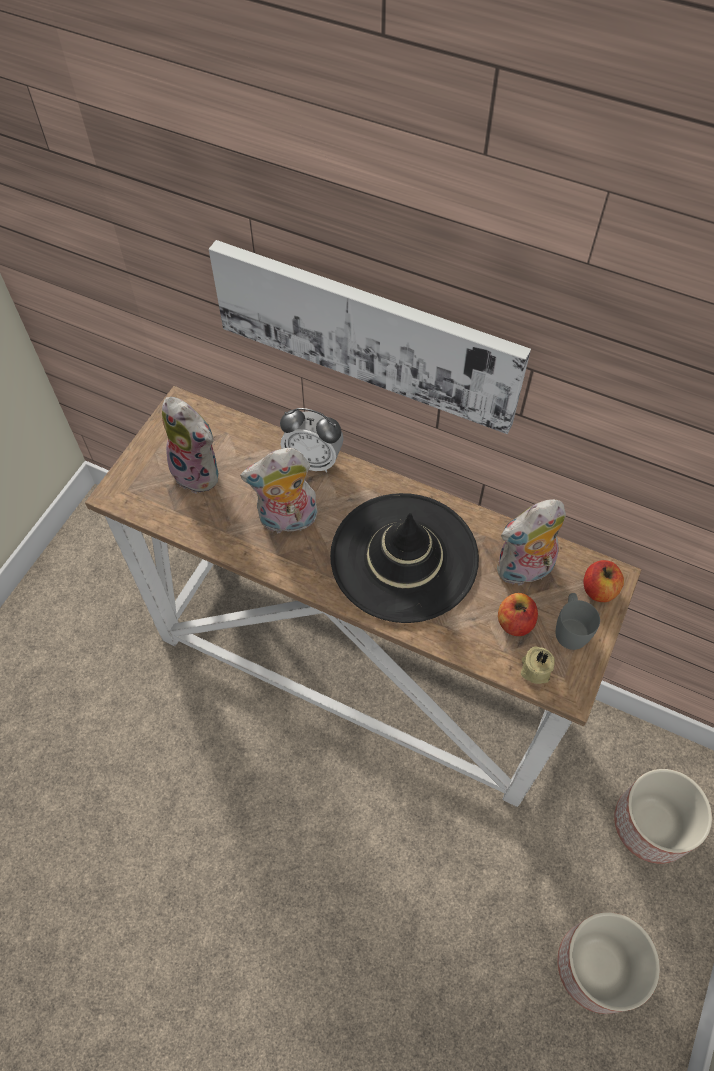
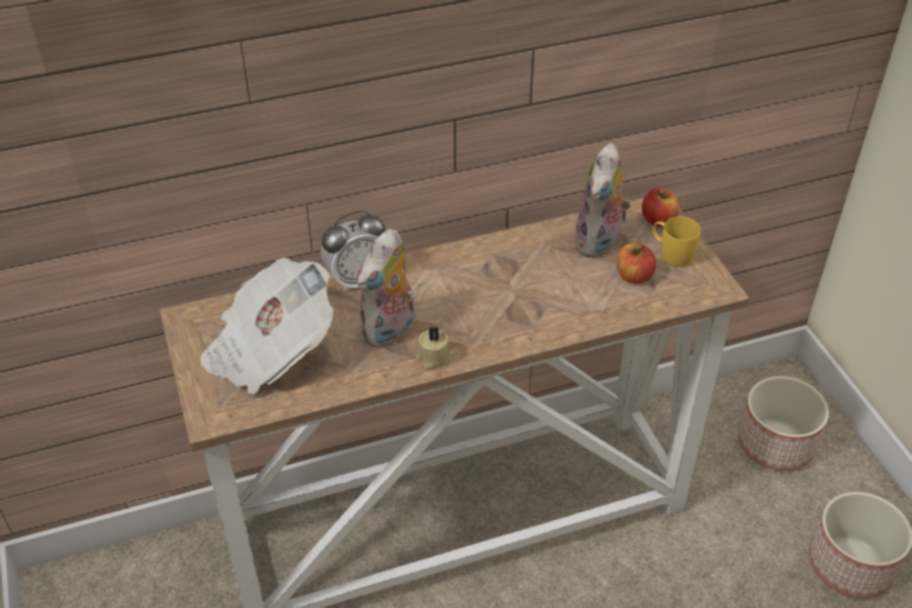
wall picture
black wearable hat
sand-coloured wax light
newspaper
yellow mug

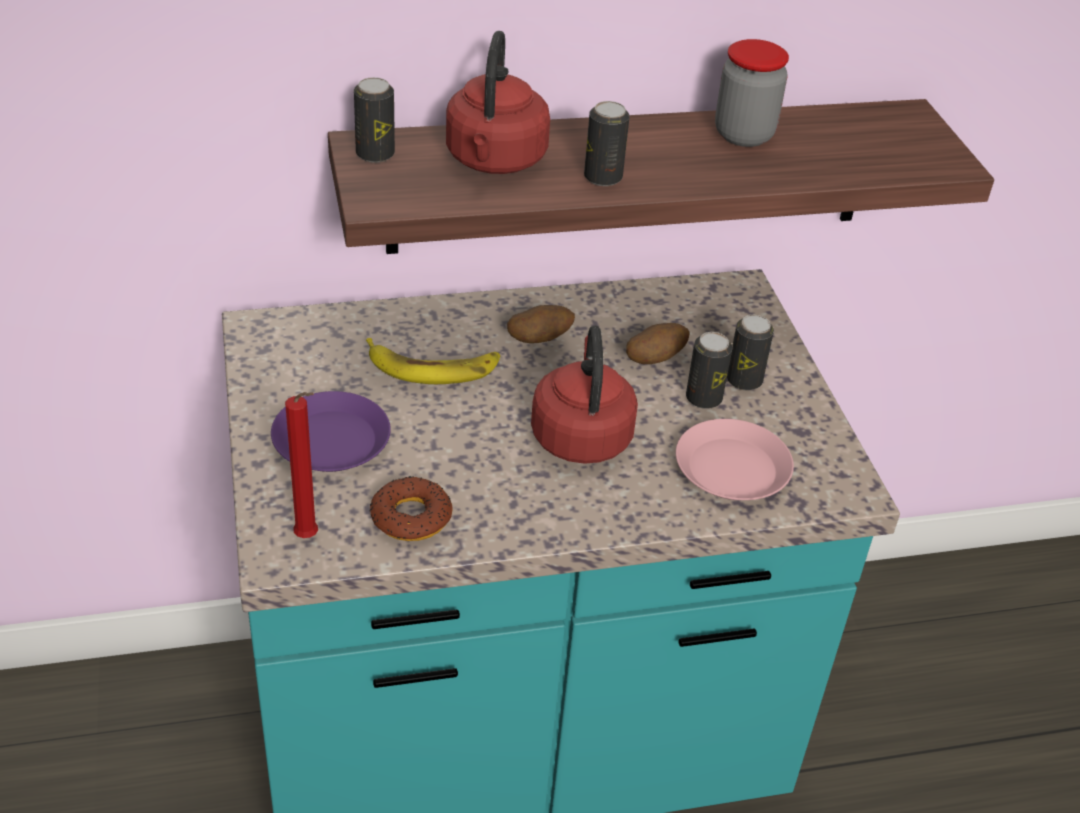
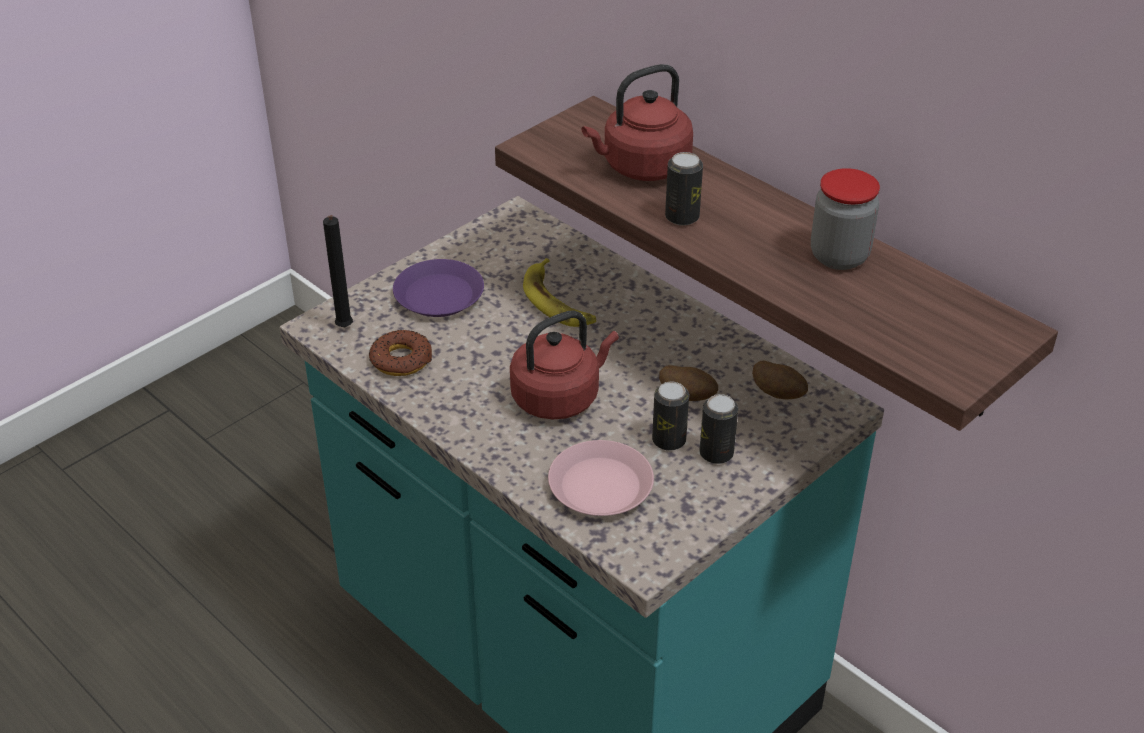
metal can (1st from left in the first image)
whole potato (2nd from left)
black wax light

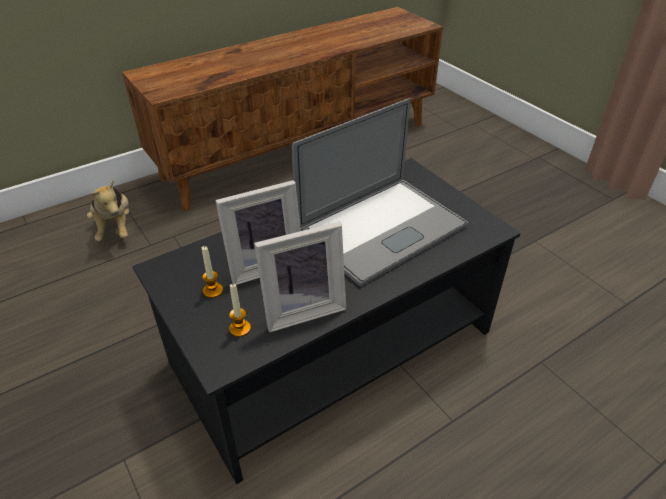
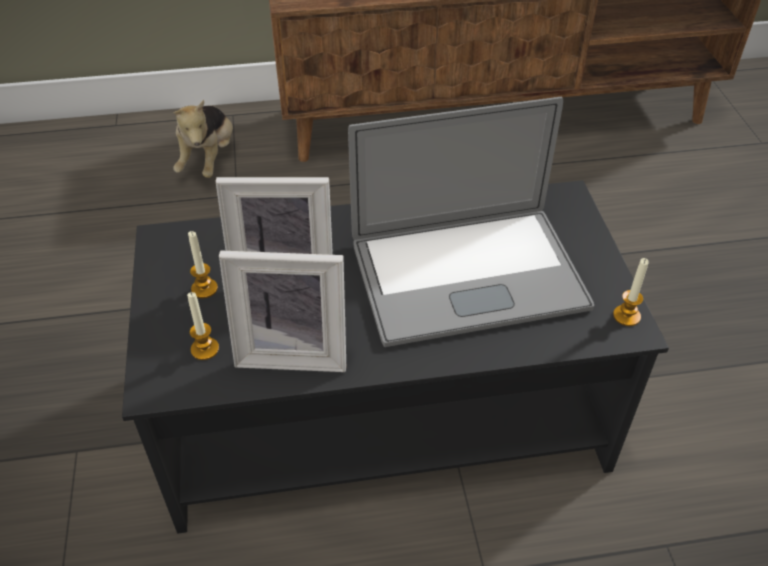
wax light (3rd from left)

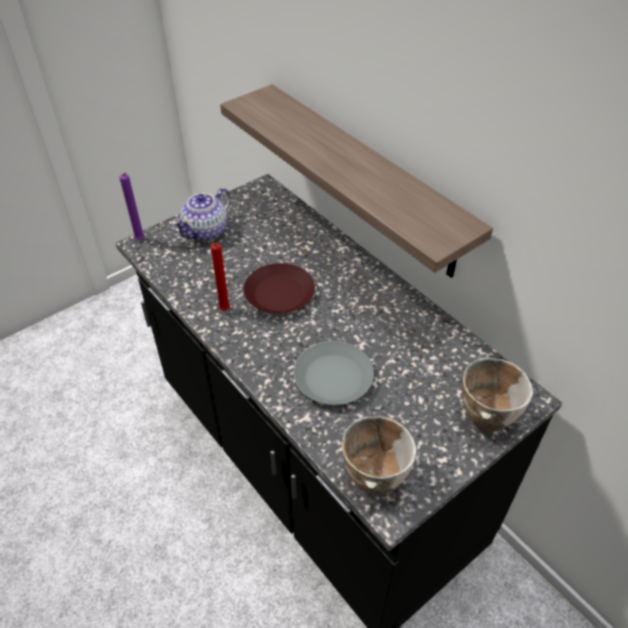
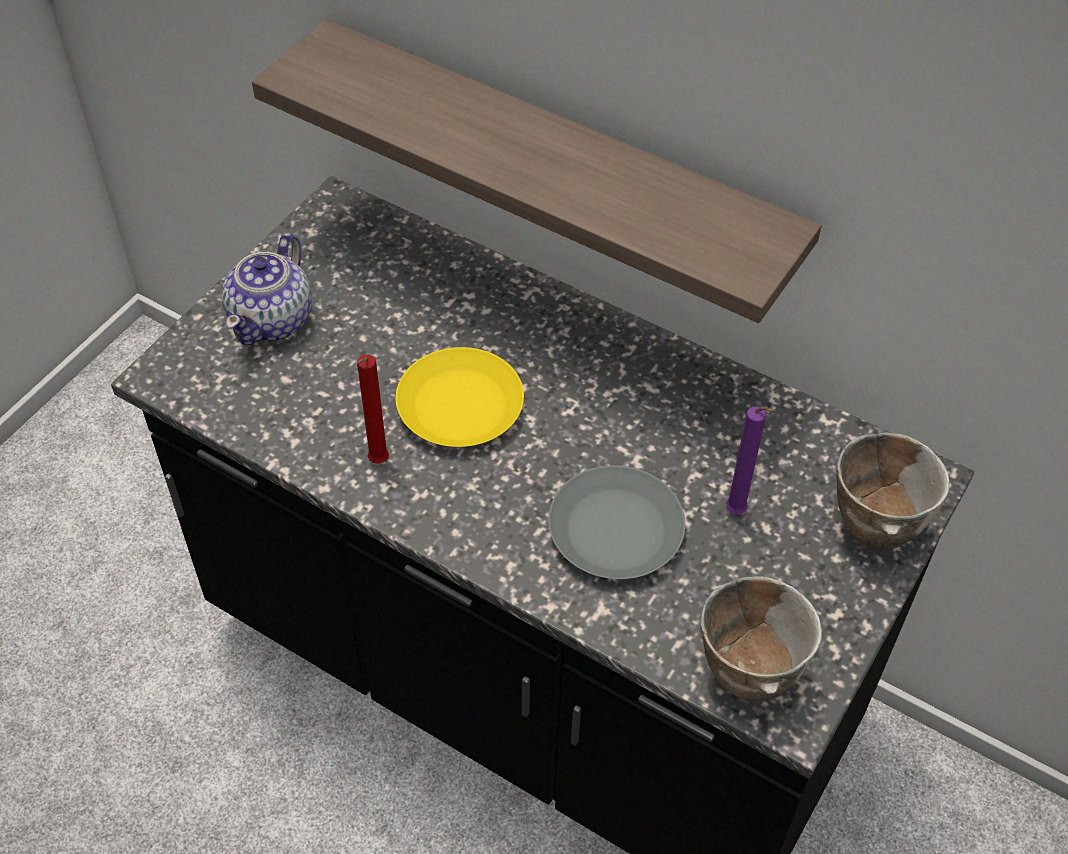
purple wax light
yellow plate

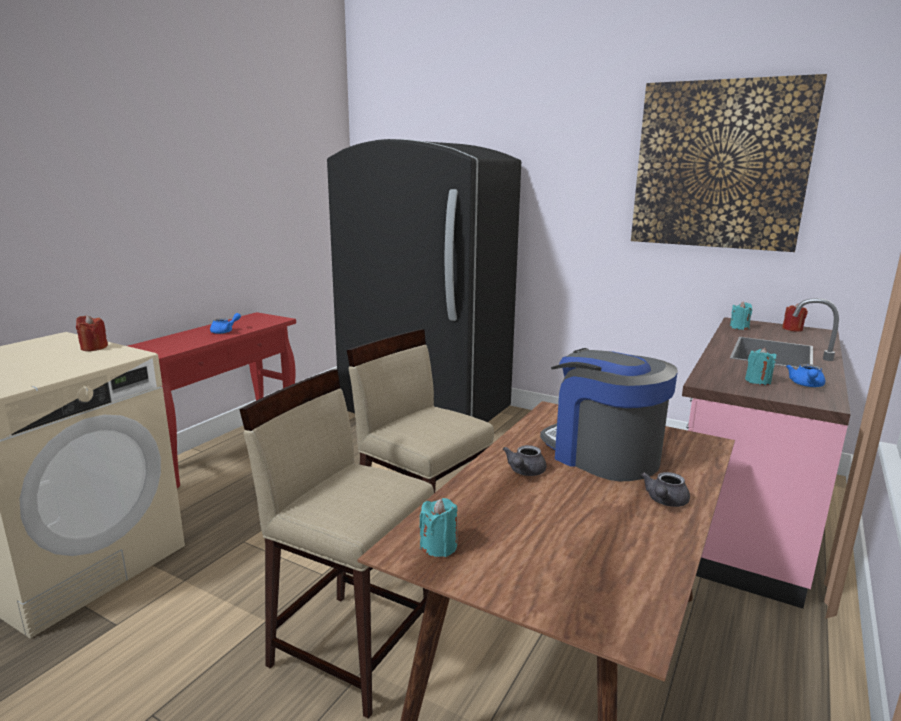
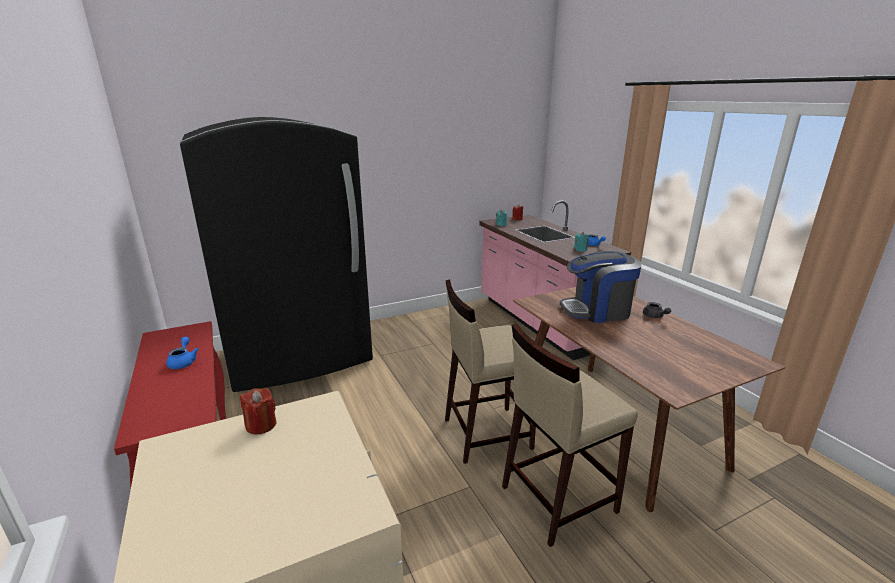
blue-green wax light (1st from left in the first image)
grey pot for tea (1st from left in the first image)
wall picture

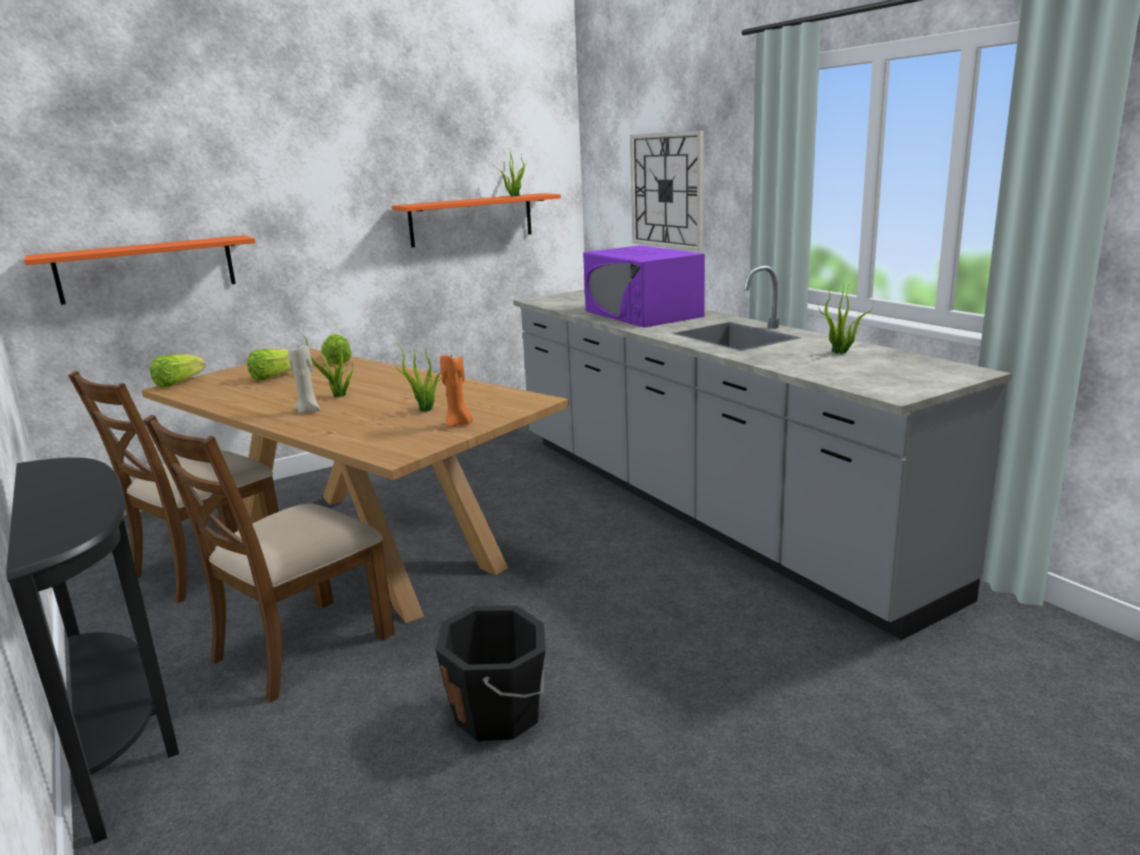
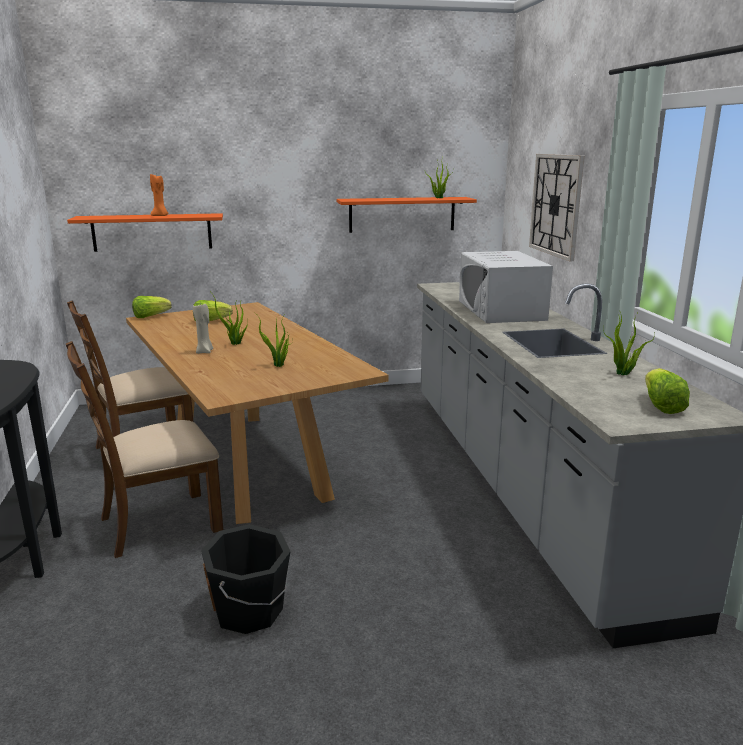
lettuce (3rd from left)
orange-coloured wax light
whitish microwave

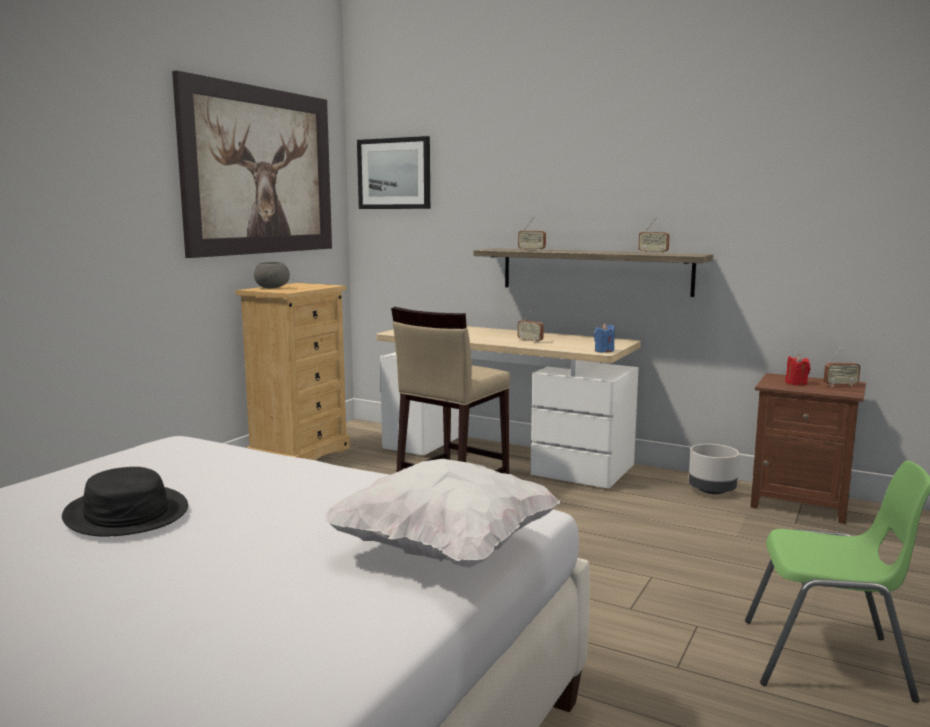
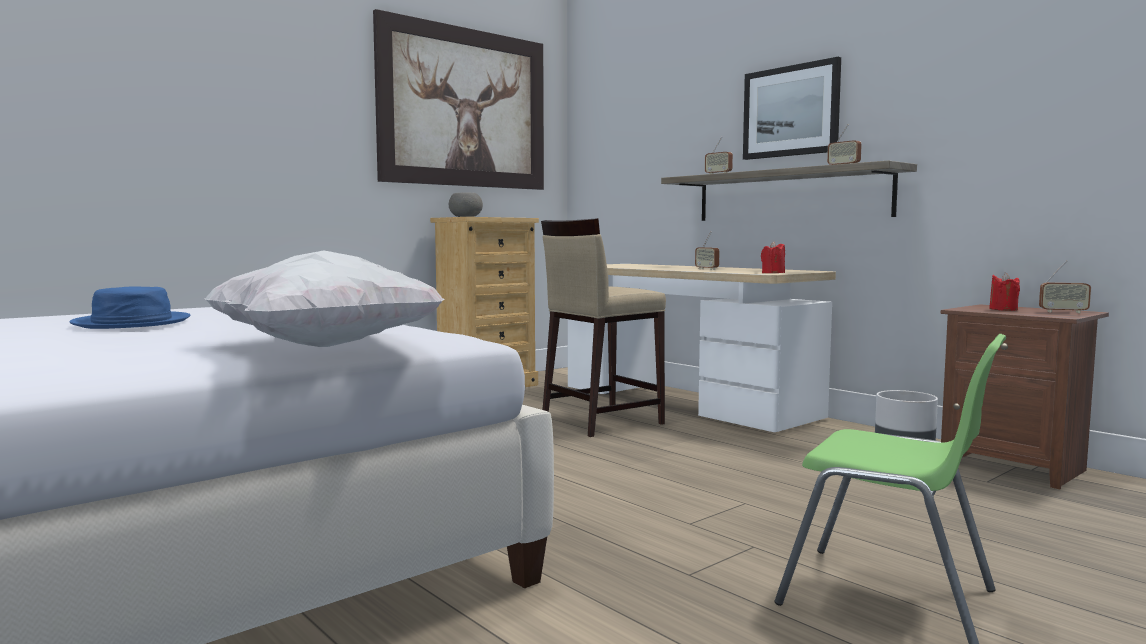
wall picture (2nd from left)
blue-coloured wearable hat
red-coloured wax light (1st from left)

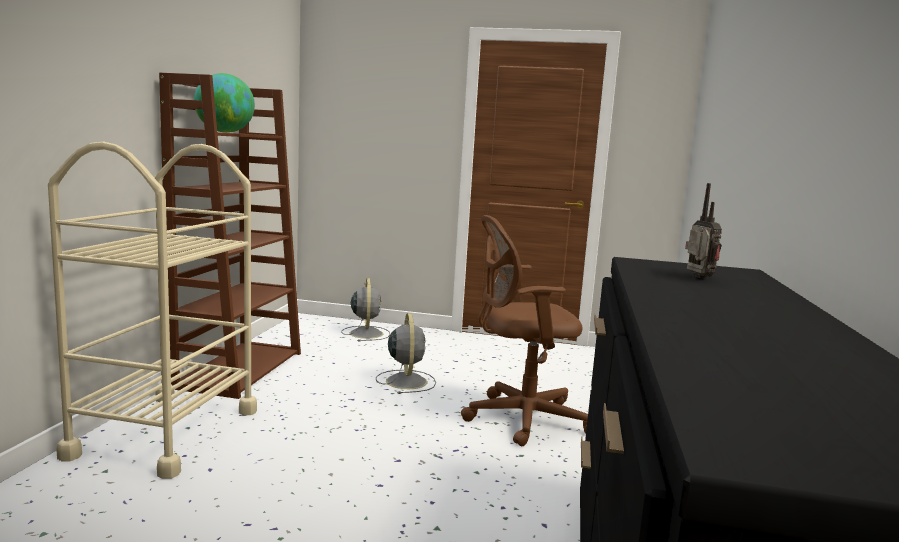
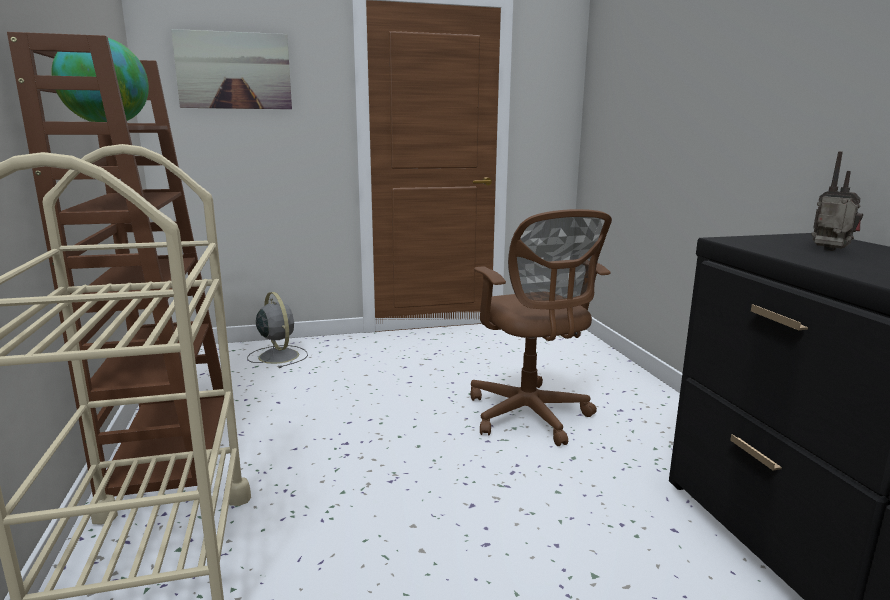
grey cooling fan (2nd from left in the first image)
wall picture
brownish desk chair

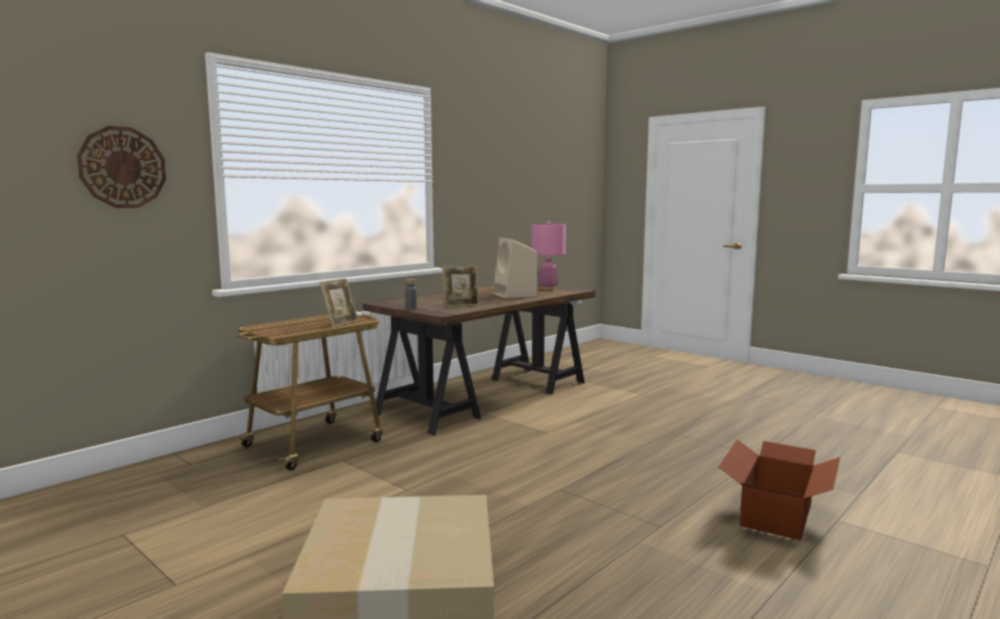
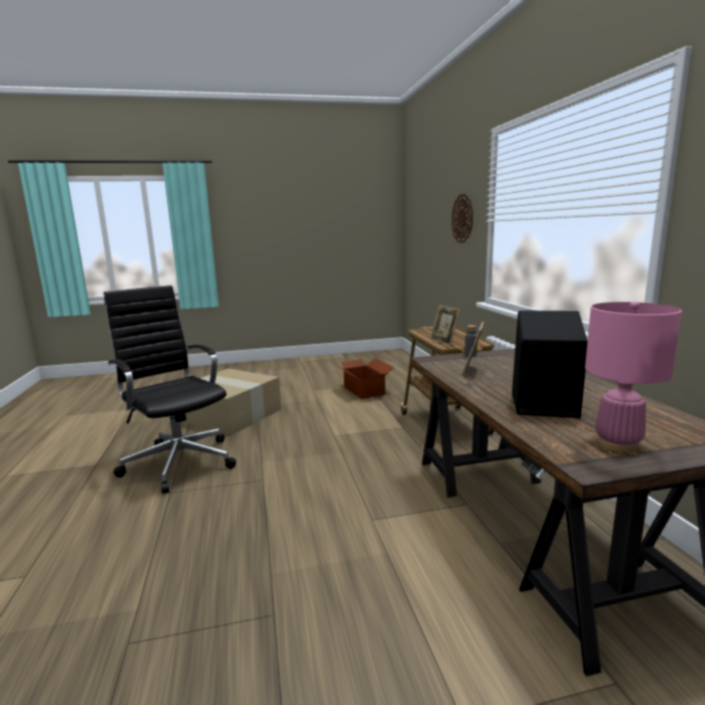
black desk chair
cardboard box (2nd from left)
black loudspeaker

